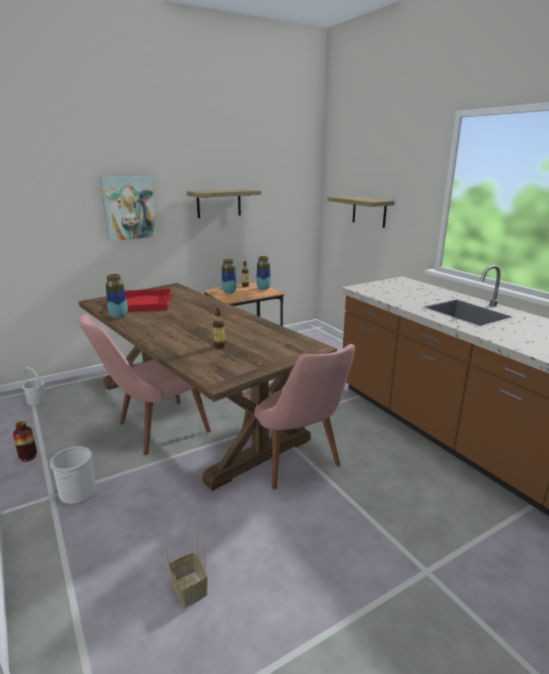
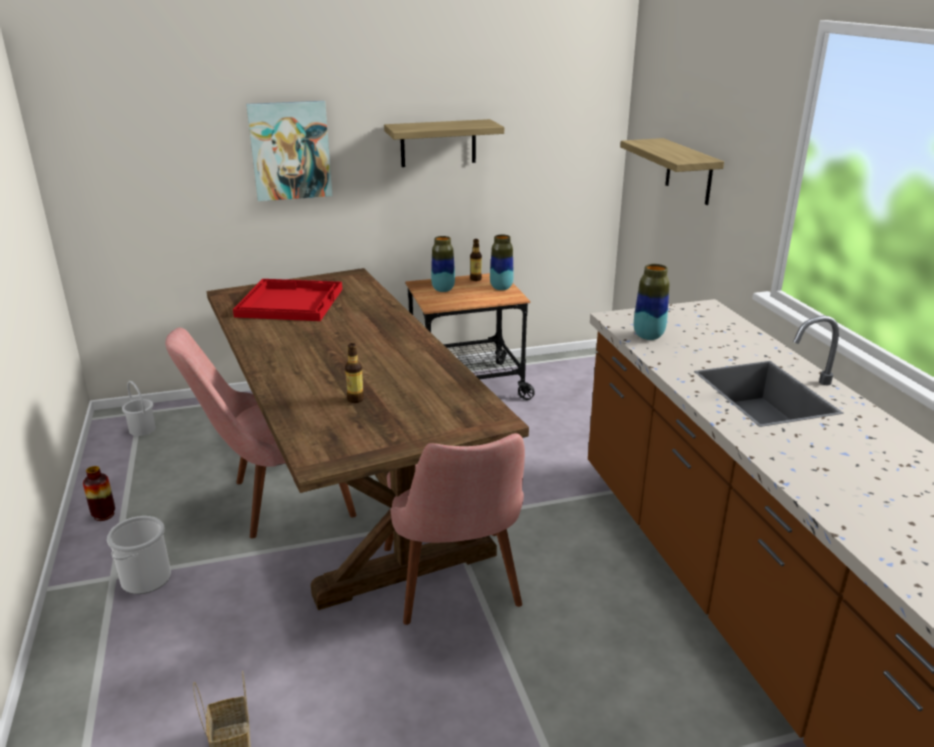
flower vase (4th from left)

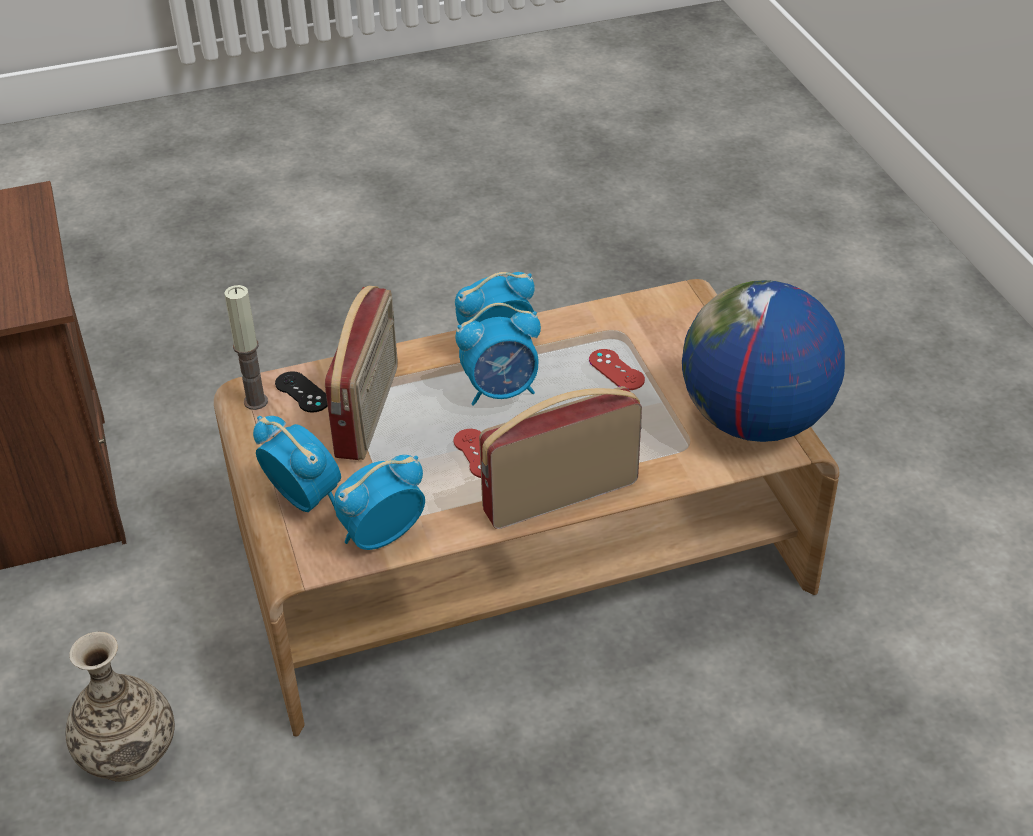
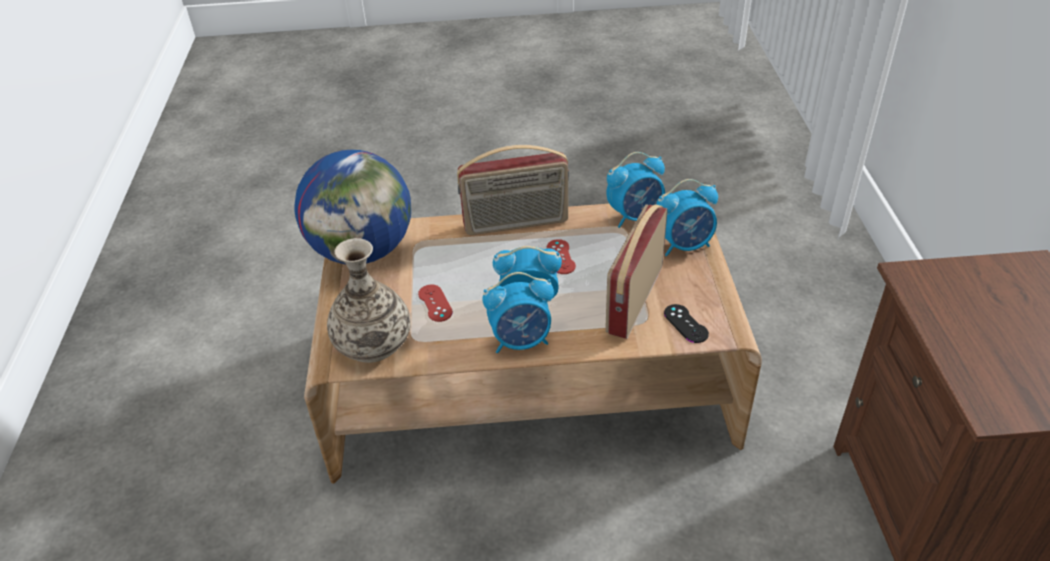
wax light
flower vase
table clock (4th from left)

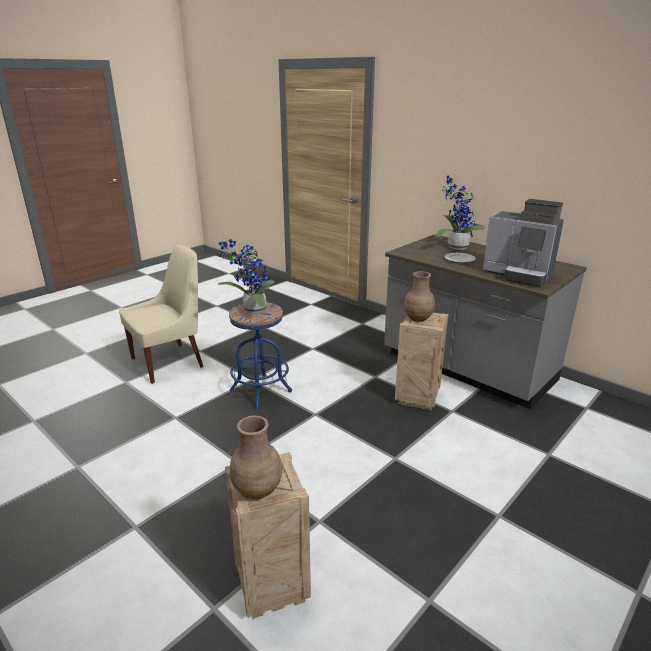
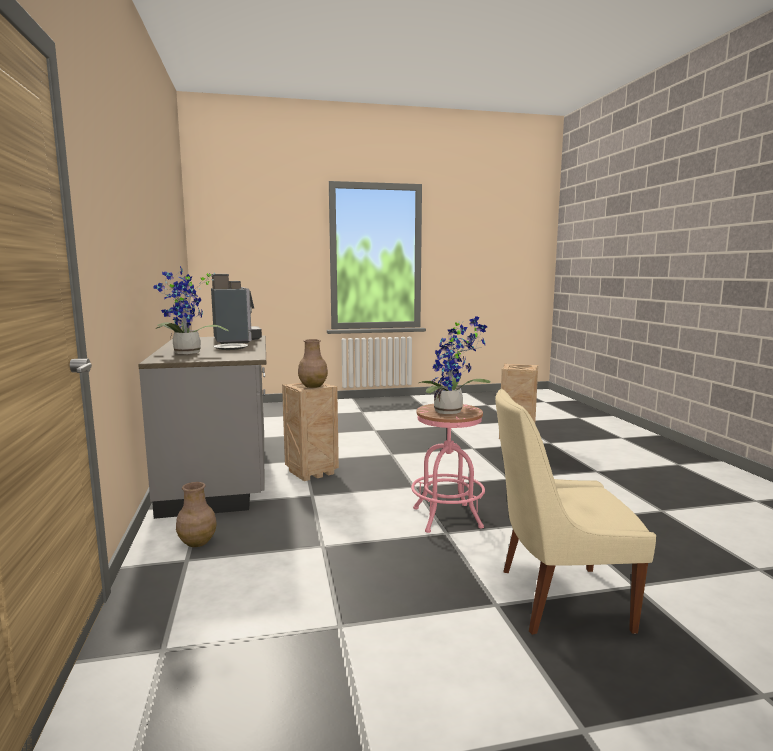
brownish flower vase (1st from left)
pink sitting stool

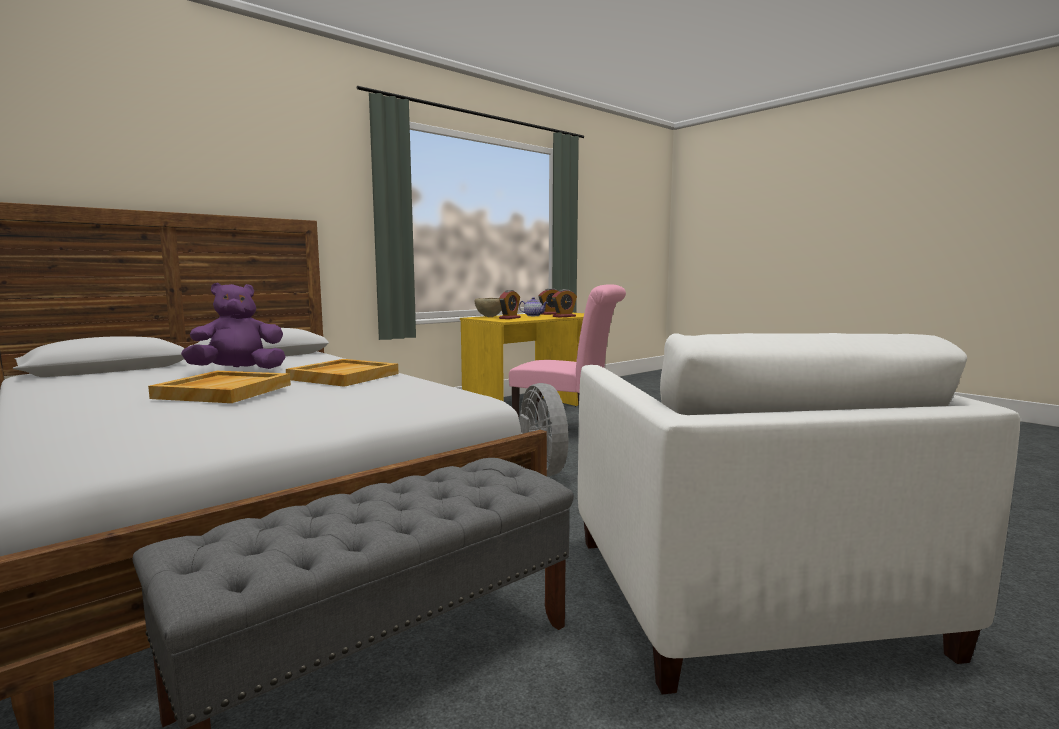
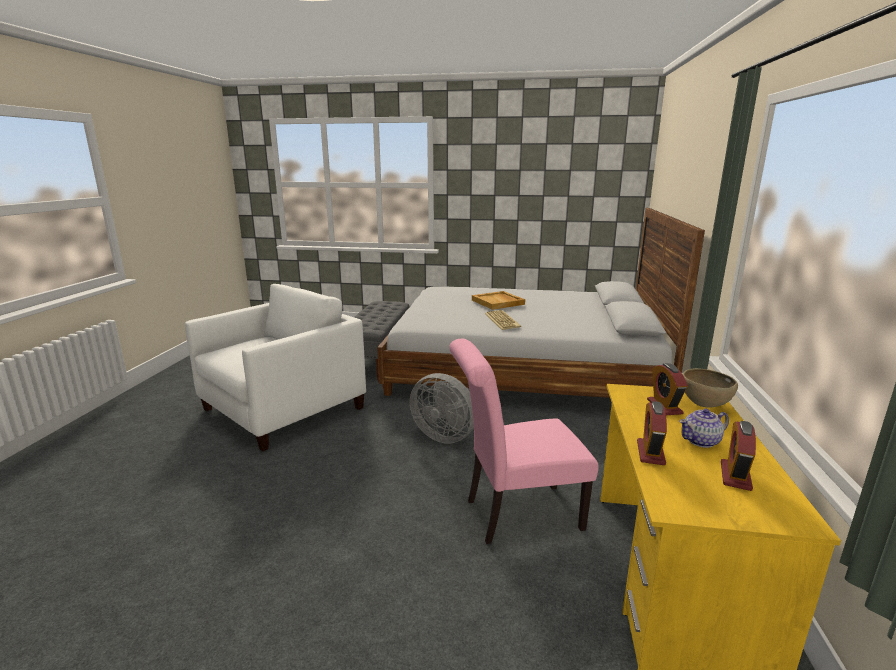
purple cuddly toy
keyboard
whitish easy chair

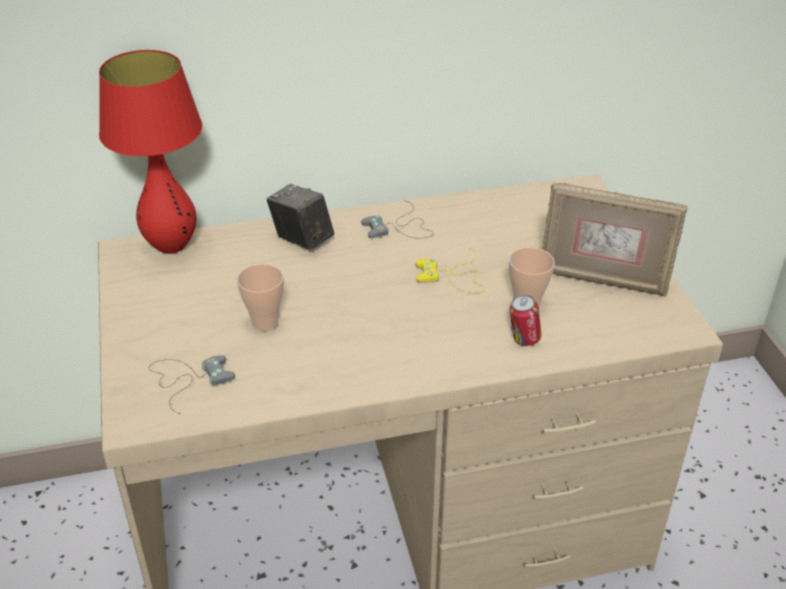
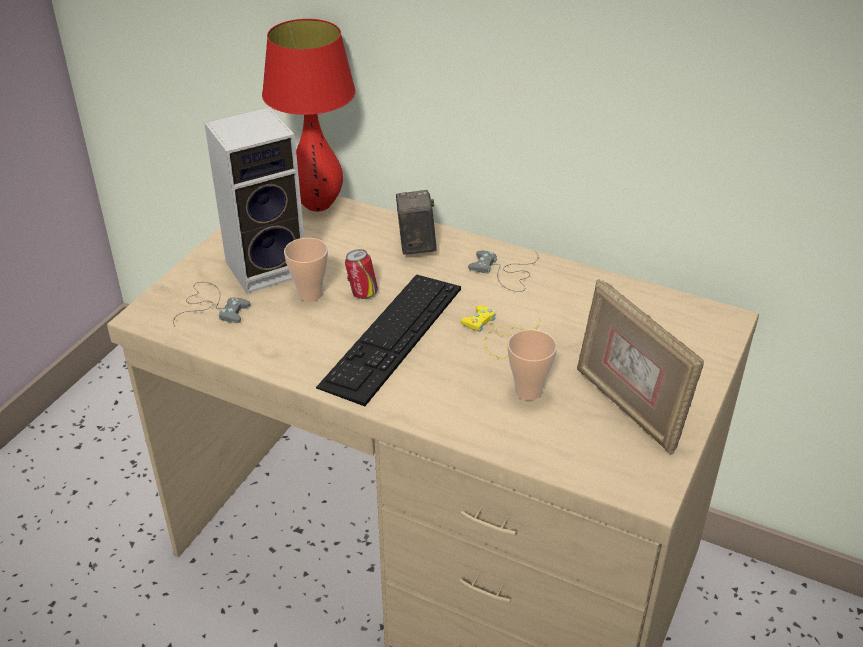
loudspeaker
keyboard
metal can

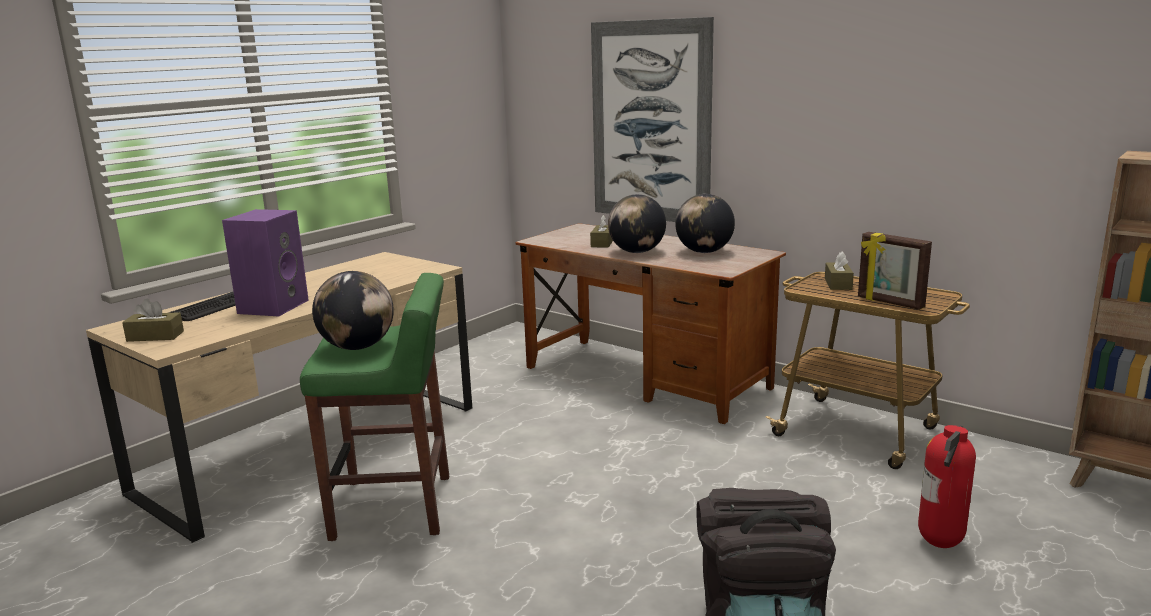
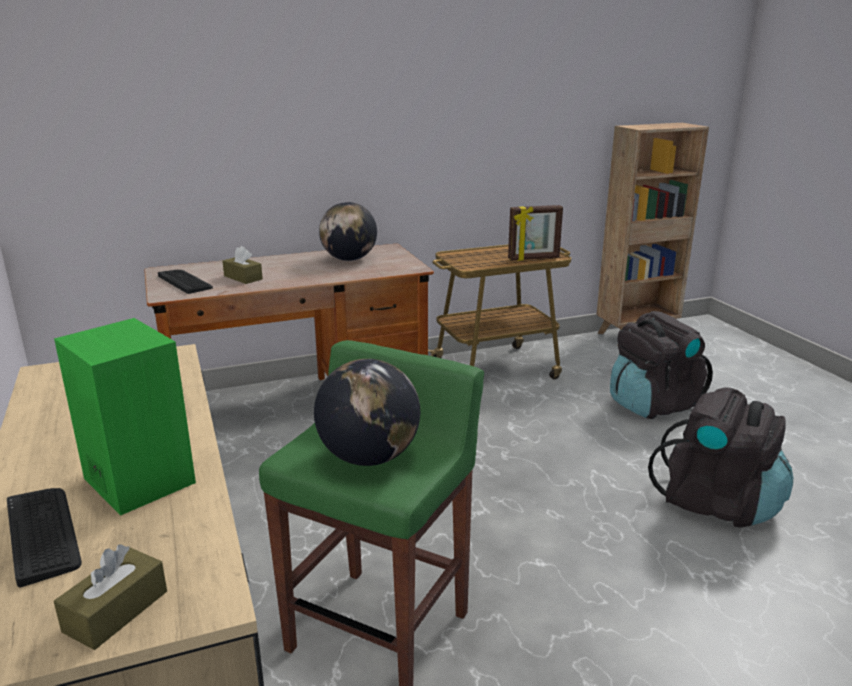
wall picture
desk globe (2nd from left in the first image)
brownish box of tissues (3rd from left in the first image)
keyboard (2nd from left)
black knapsack (1st from left)
green-coloured loudspeaker

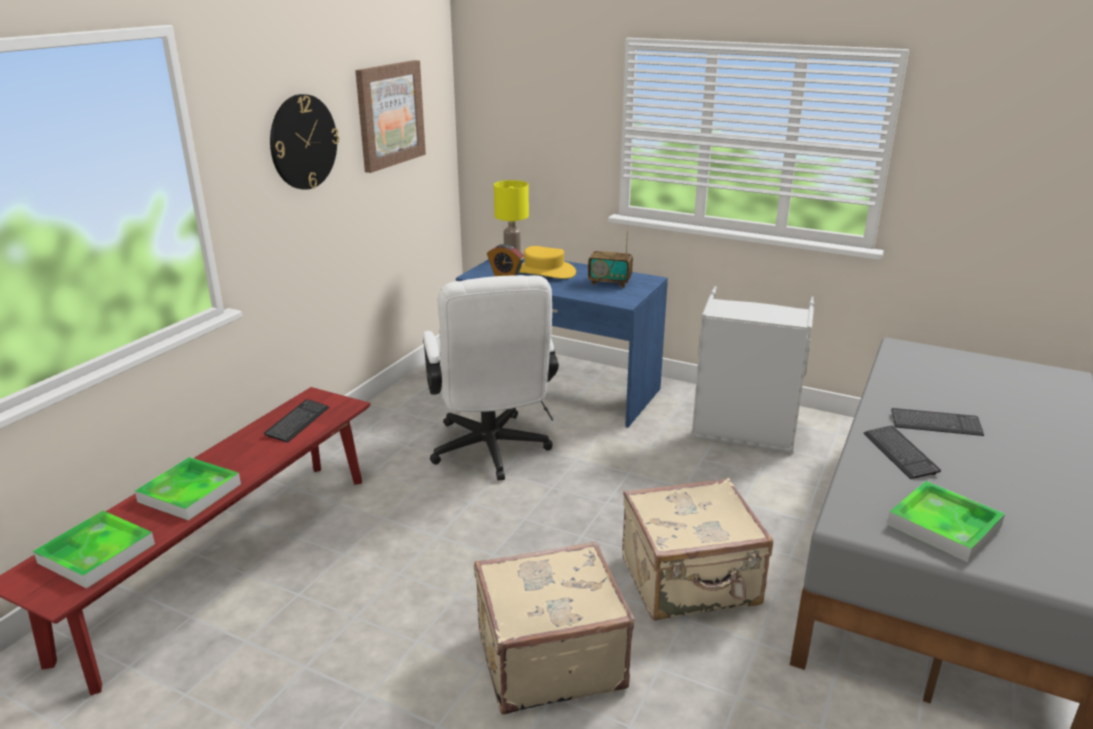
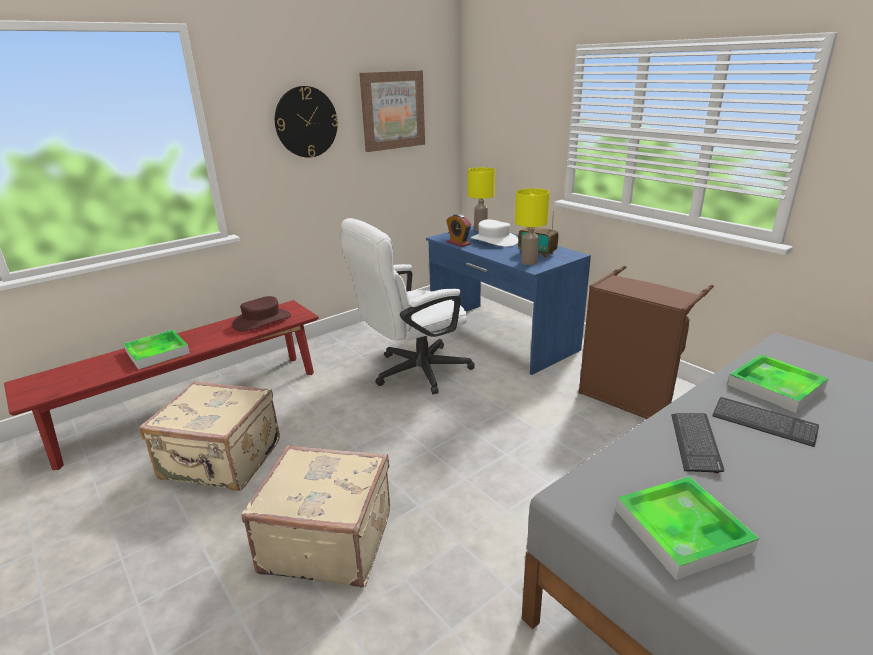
yellow lamp for a table (2nd from left)
carrying tray (3rd from left)
sand-coloured suitcase (1st from left)
brownish wearable hat
whitish wearable hat
brownish hamper
whitish desk chair

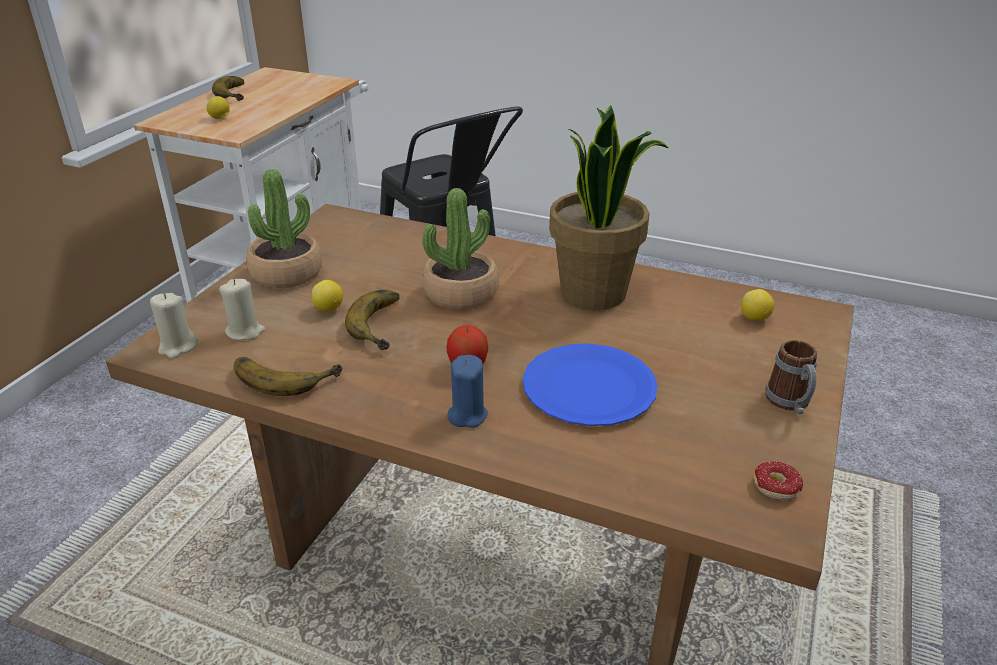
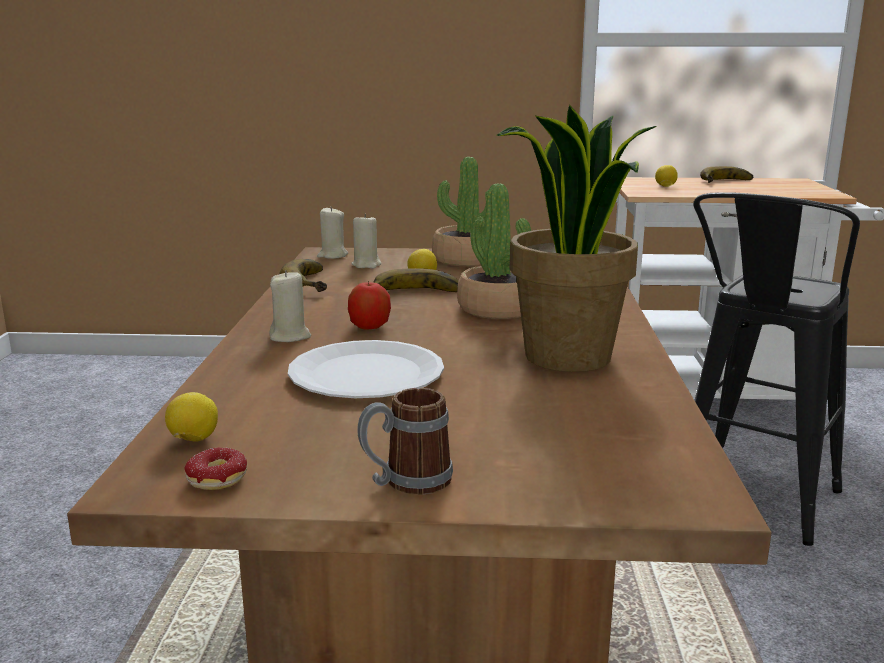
whole lemon (1st from left)
sand-coloured wax light (1st from left)
whitish plate

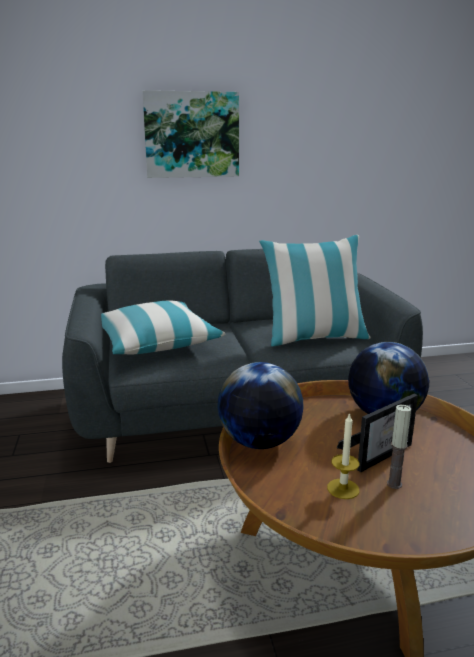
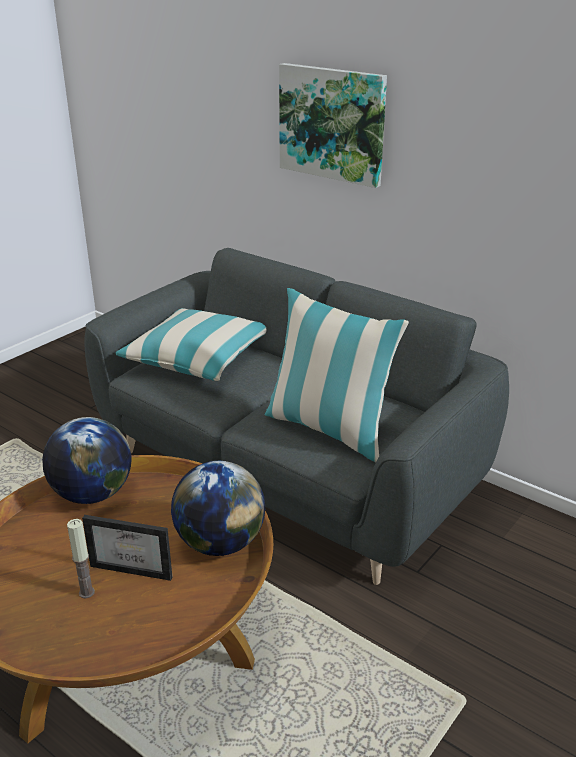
wax light (1st from left in the first image)

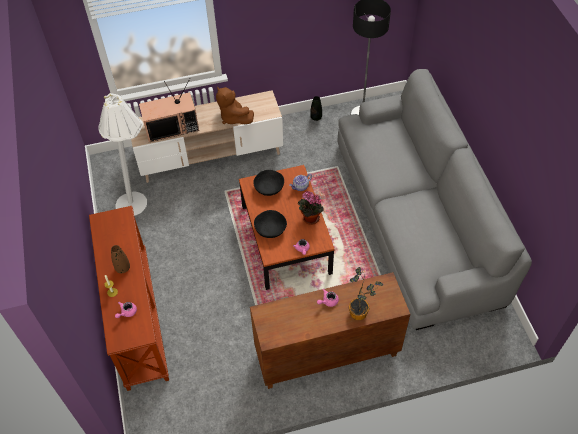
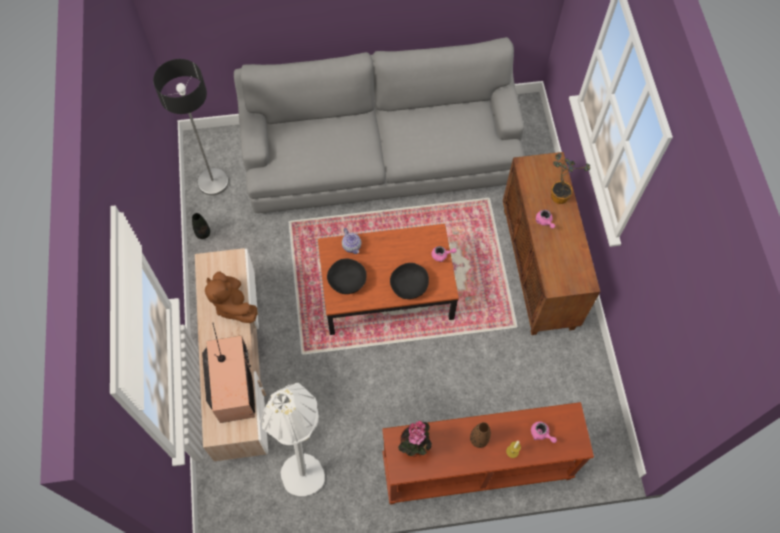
potted plant (1st from left)
brownish cuddly toy

